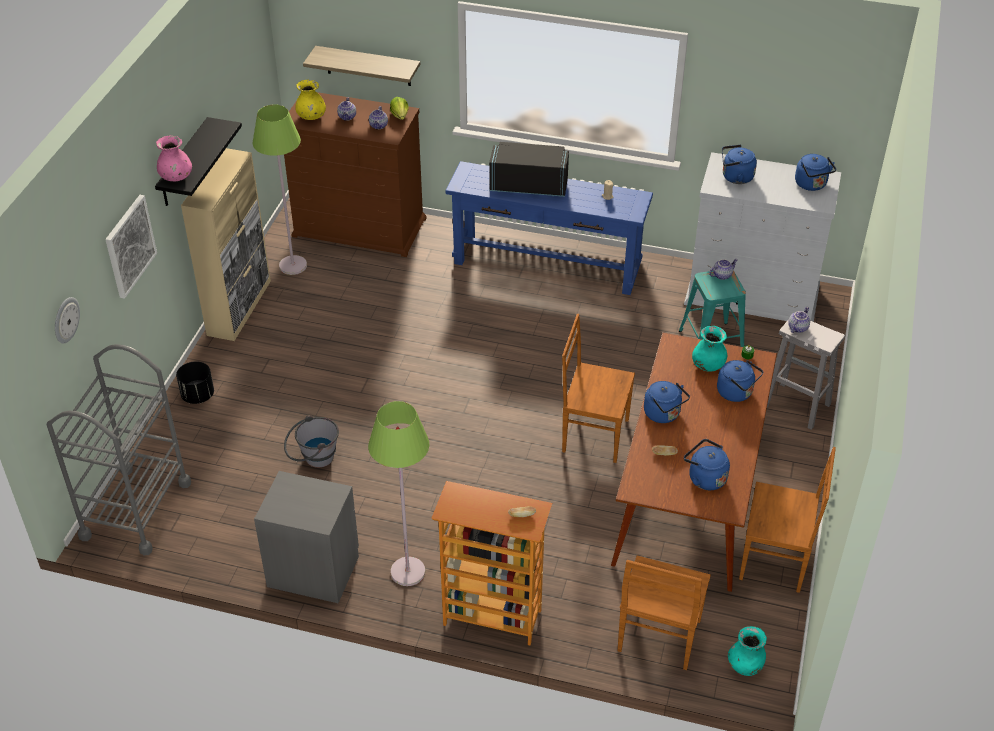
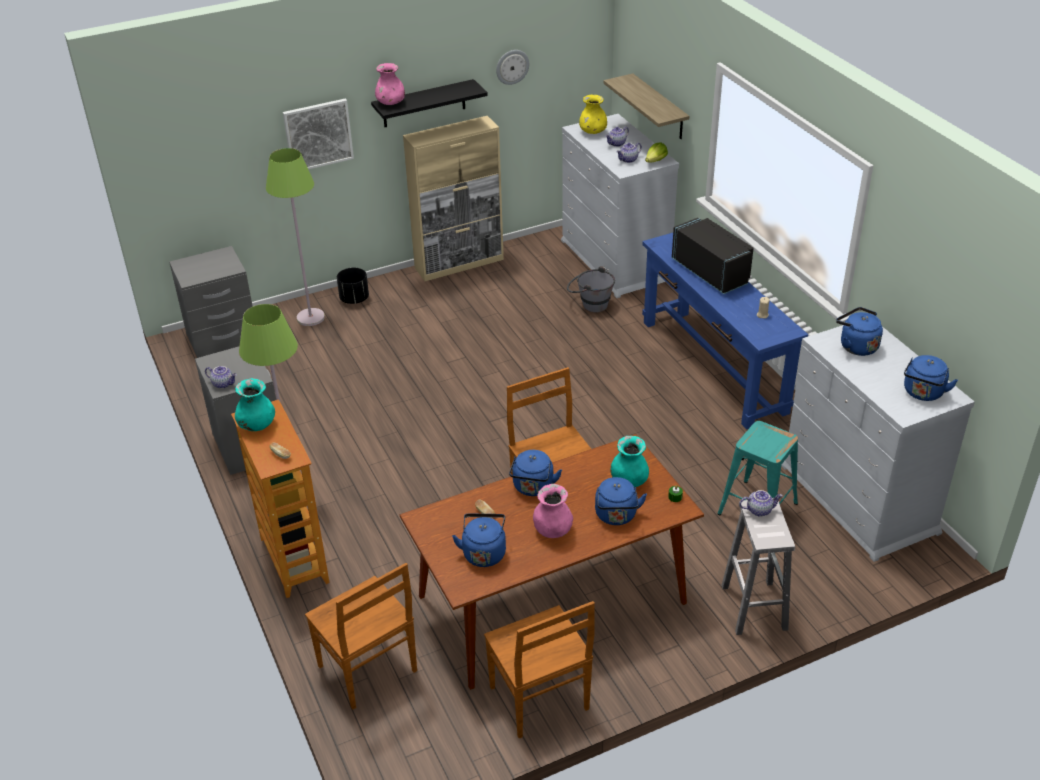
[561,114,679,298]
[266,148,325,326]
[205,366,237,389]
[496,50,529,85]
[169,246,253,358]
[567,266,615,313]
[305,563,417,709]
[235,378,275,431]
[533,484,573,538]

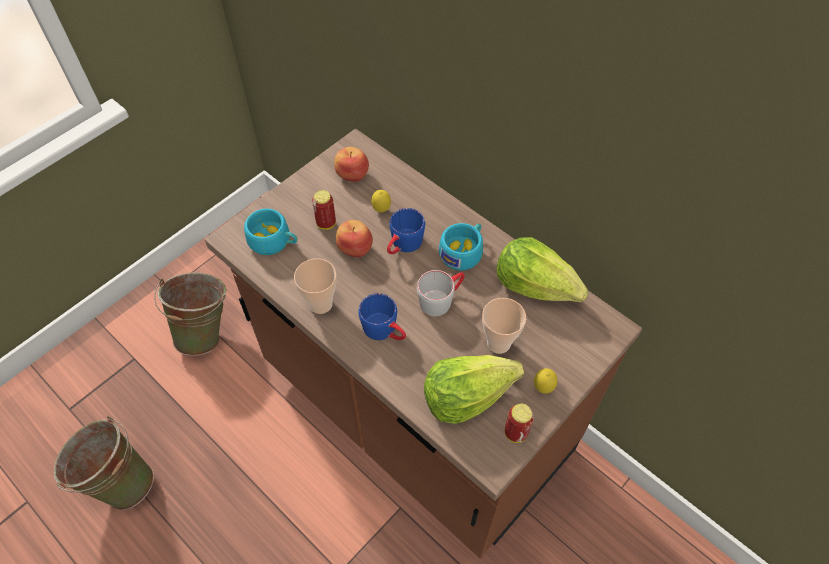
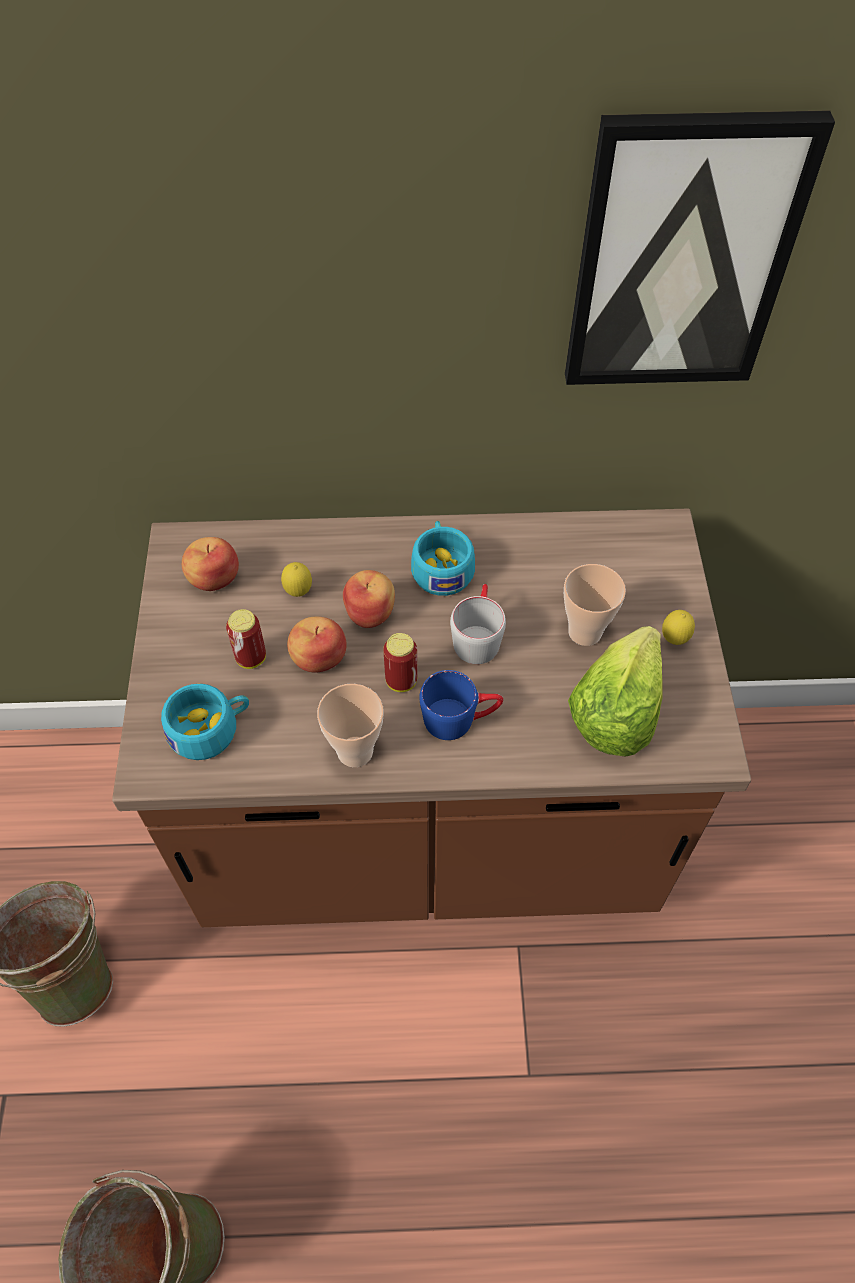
[343,570,395,628]
[496,237,588,302] (first image)
[383,633,417,692]
[565,110,835,385]

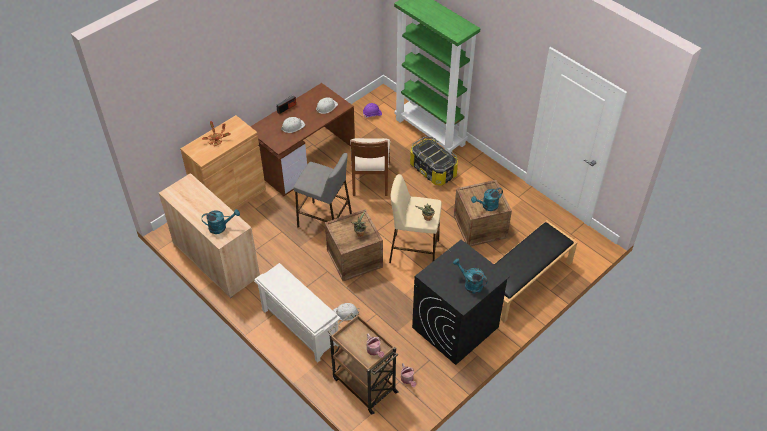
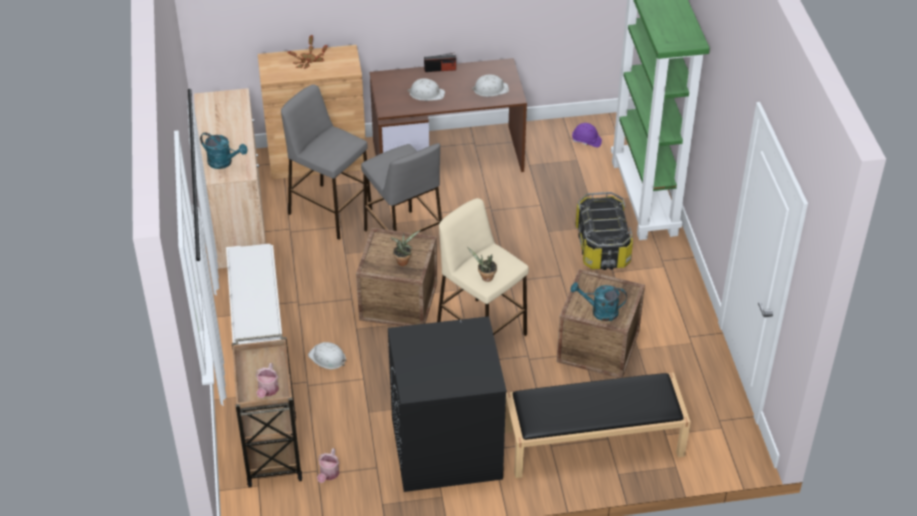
[350,138,390,196] (first image)
[453,259,488,294] (first image)
[281,85,372,240]

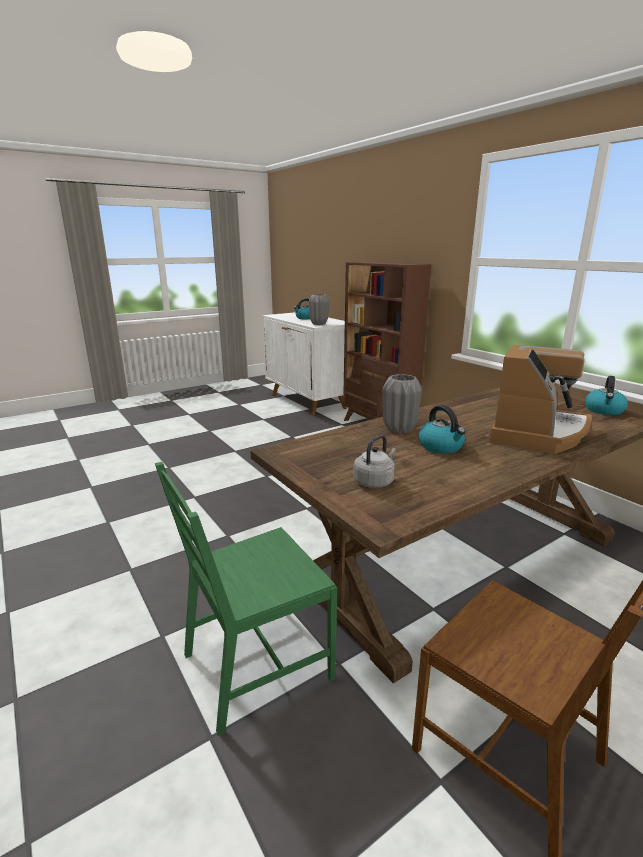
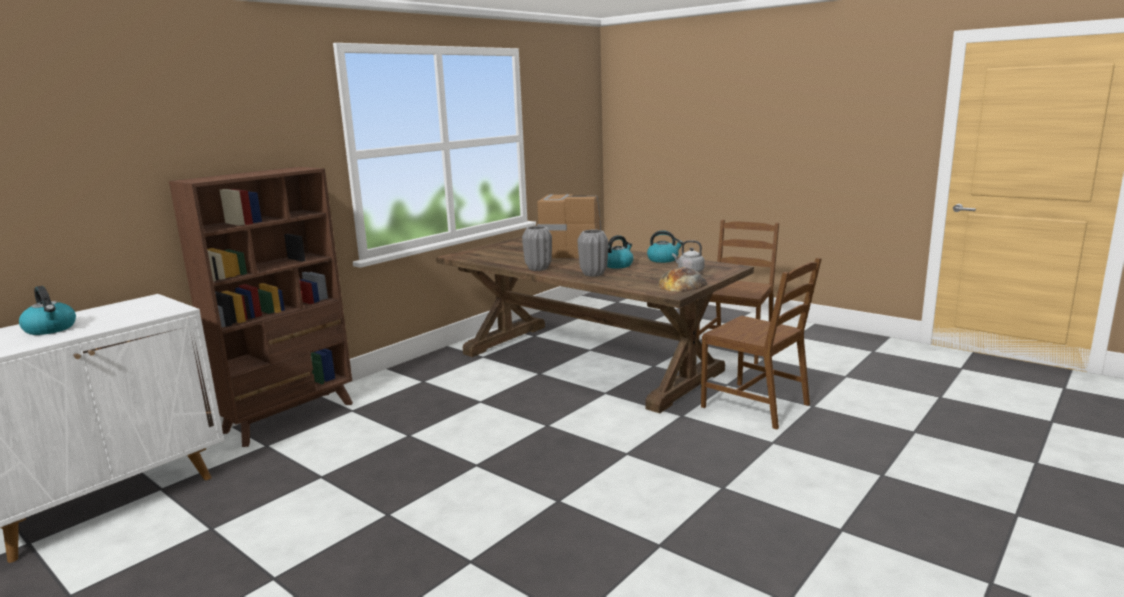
[522,226,552,271]
[647,230,683,263]
[701,258,822,430]
[658,267,707,292]

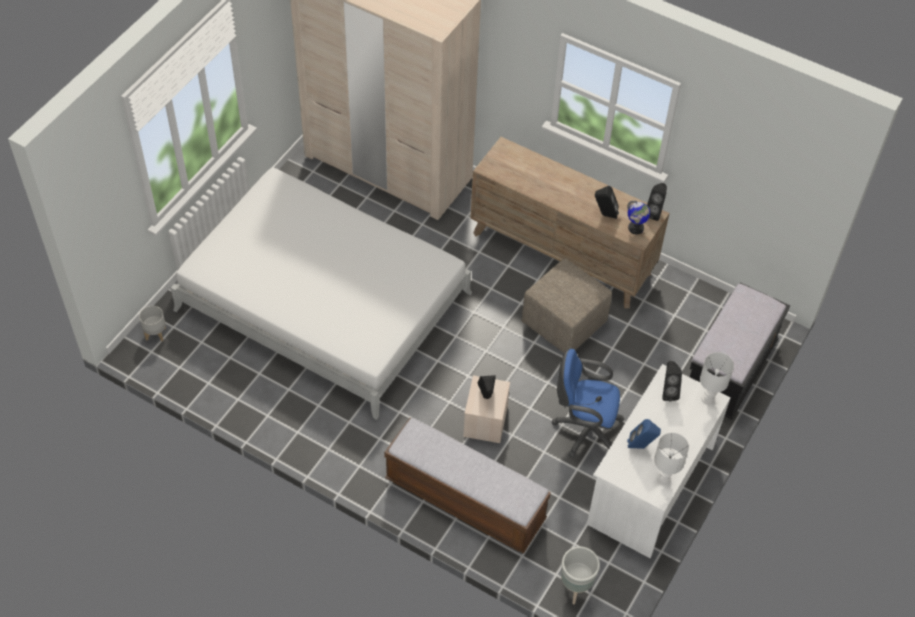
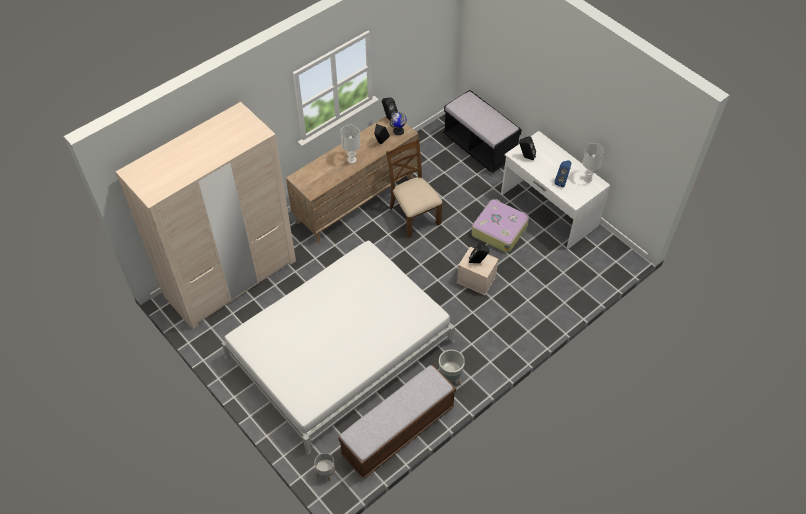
[386,139,443,238]
[471,199,529,253]
[340,125,360,164]
[338,365,456,479]
[439,350,465,385]

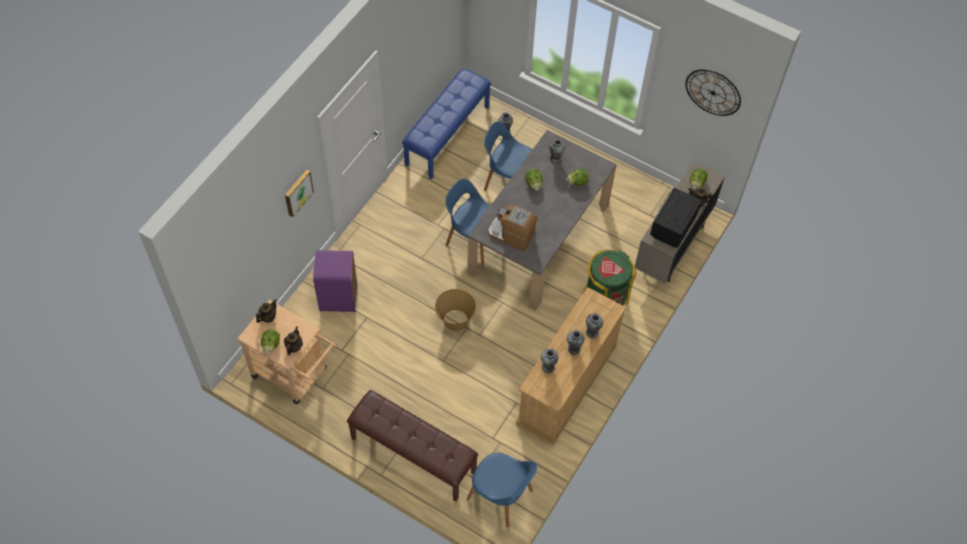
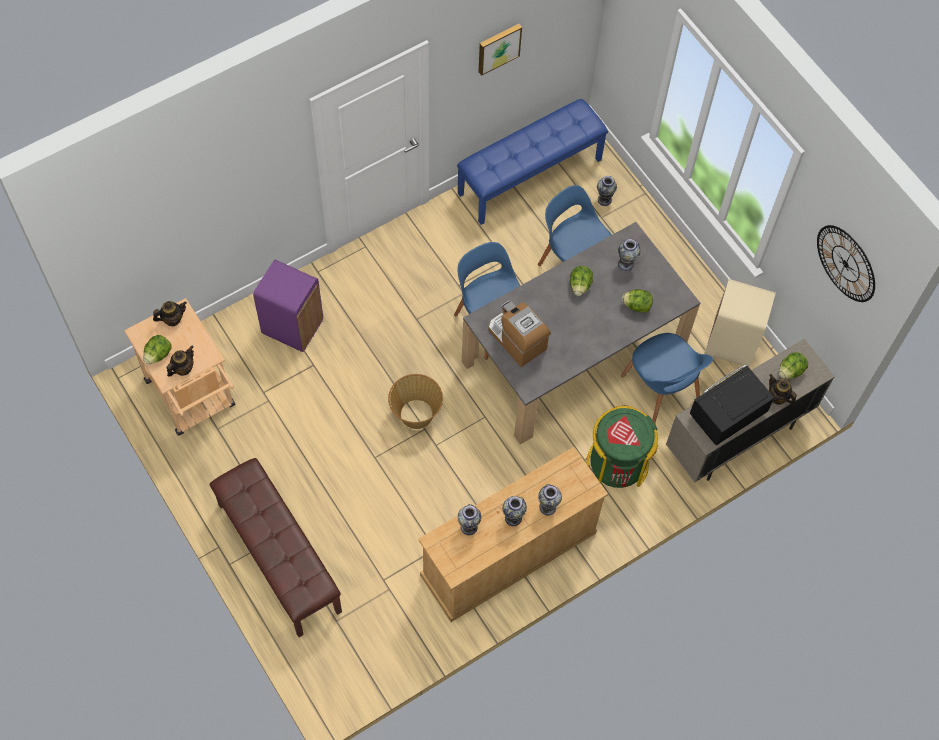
[478,24,522,76]
[621,333,713,422]
[704,279,776,367]

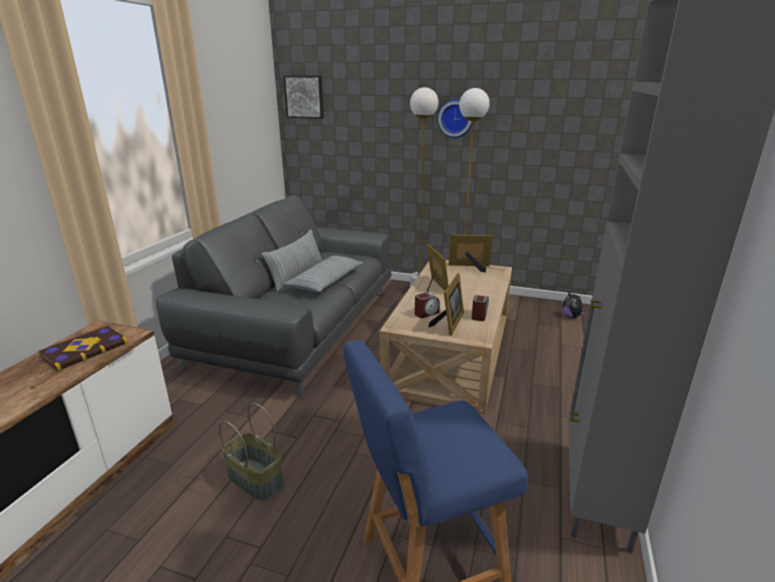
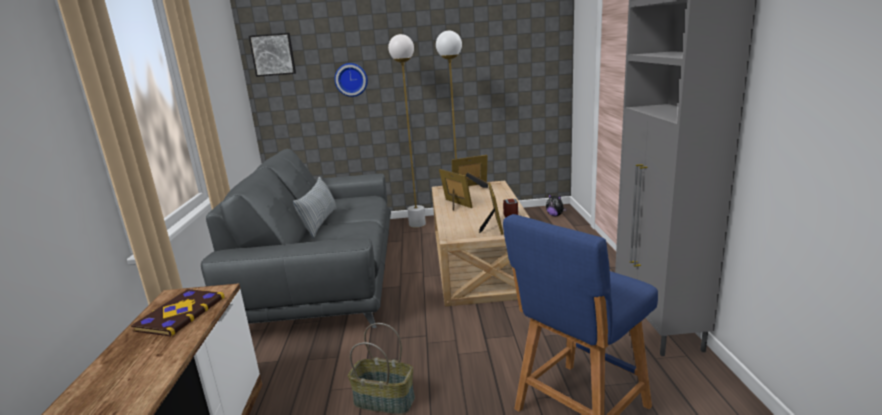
[335,63,368,97]
[284,255,363,292] (first image)
[415,292,440,318] (first image)

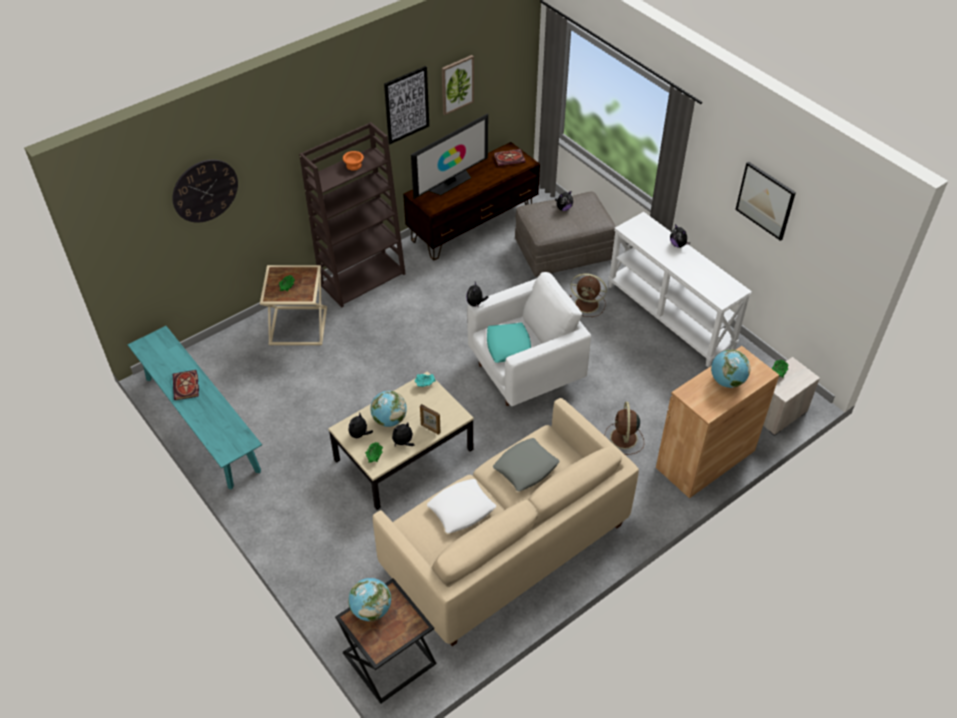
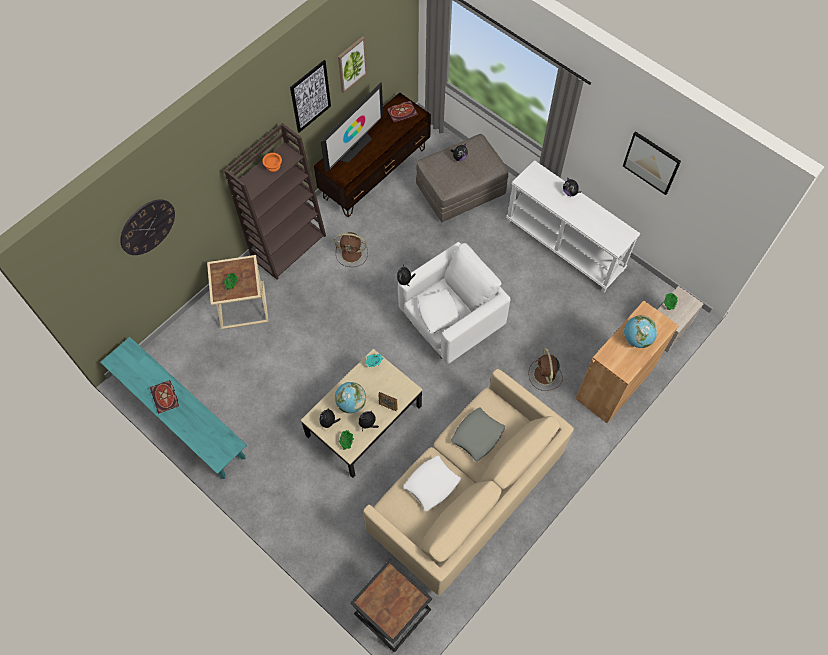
[334,232,368,267]
[418,289,460,333]
[348,578,391,622] (first image)

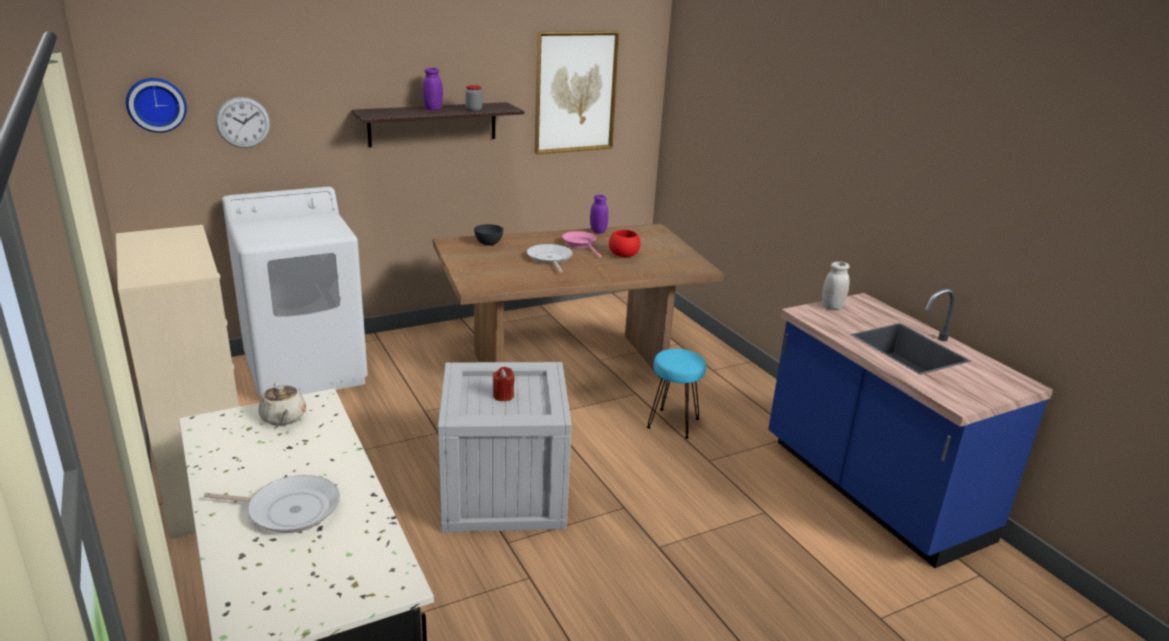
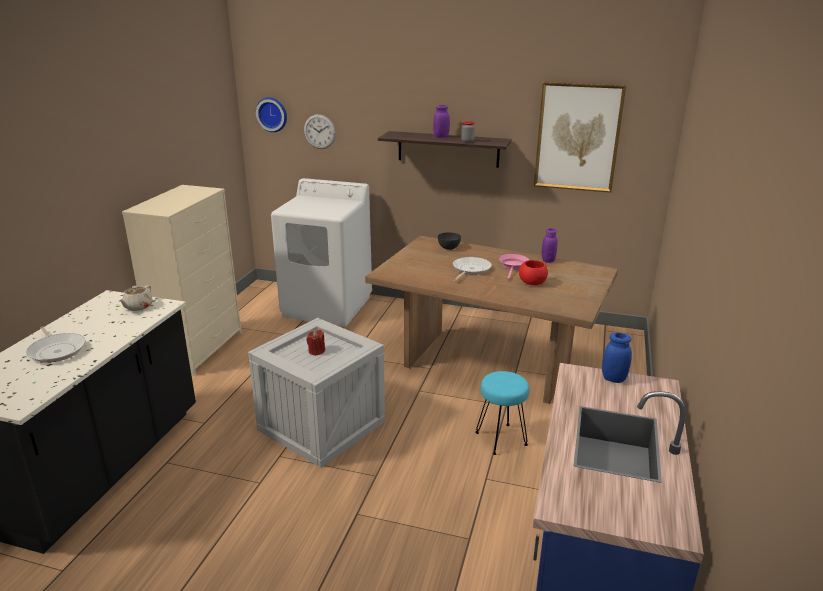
[602,333,632,383]

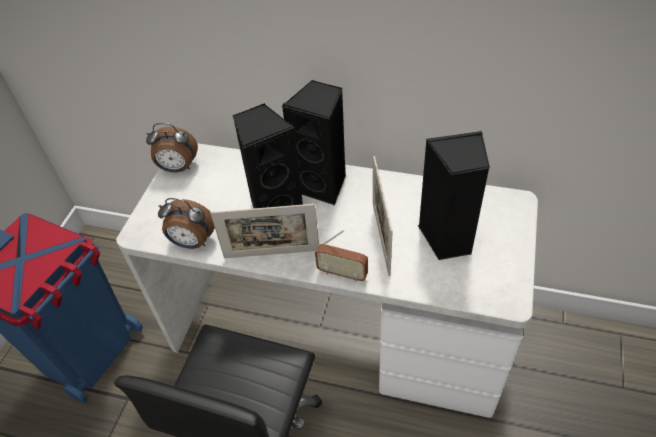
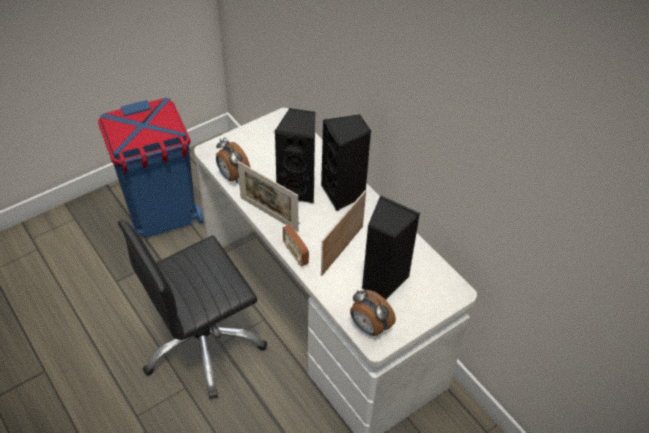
[350,290,396,336]

